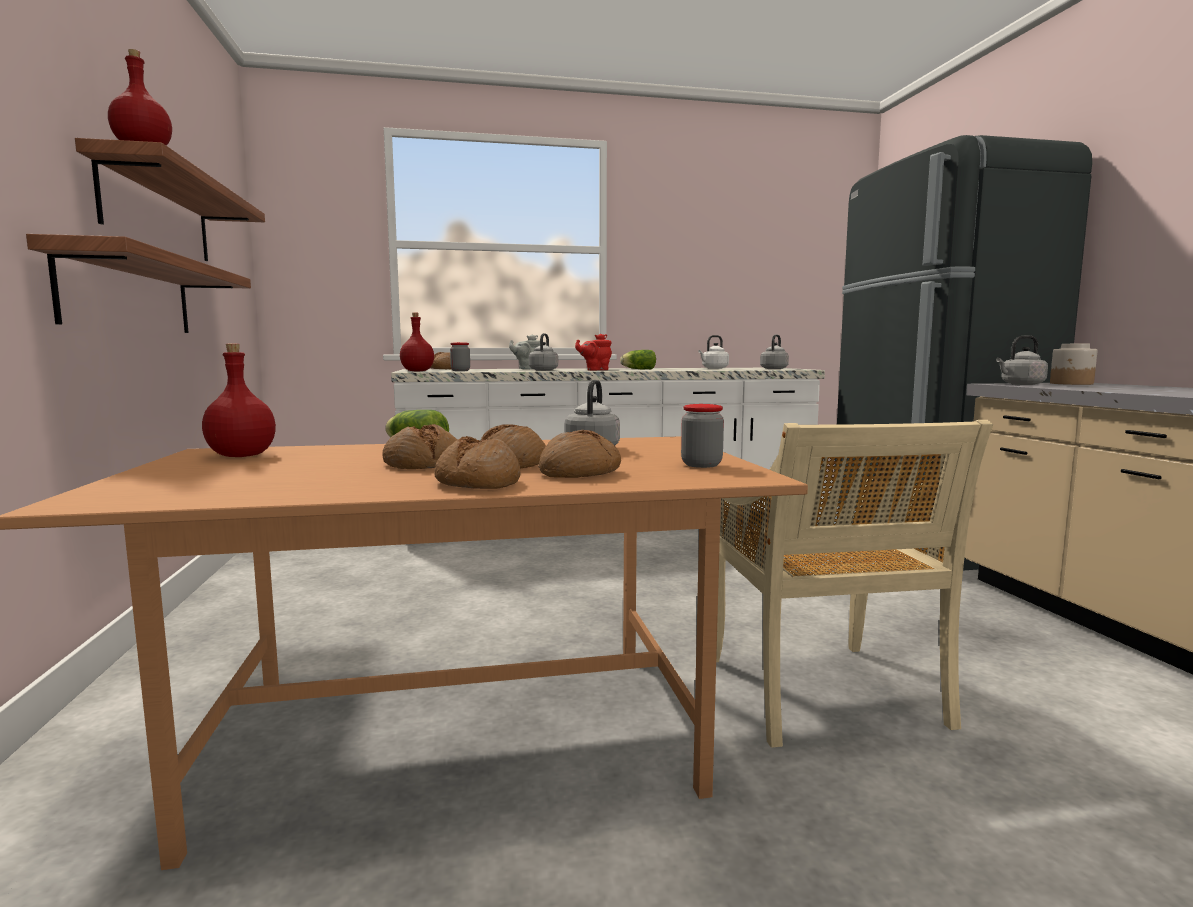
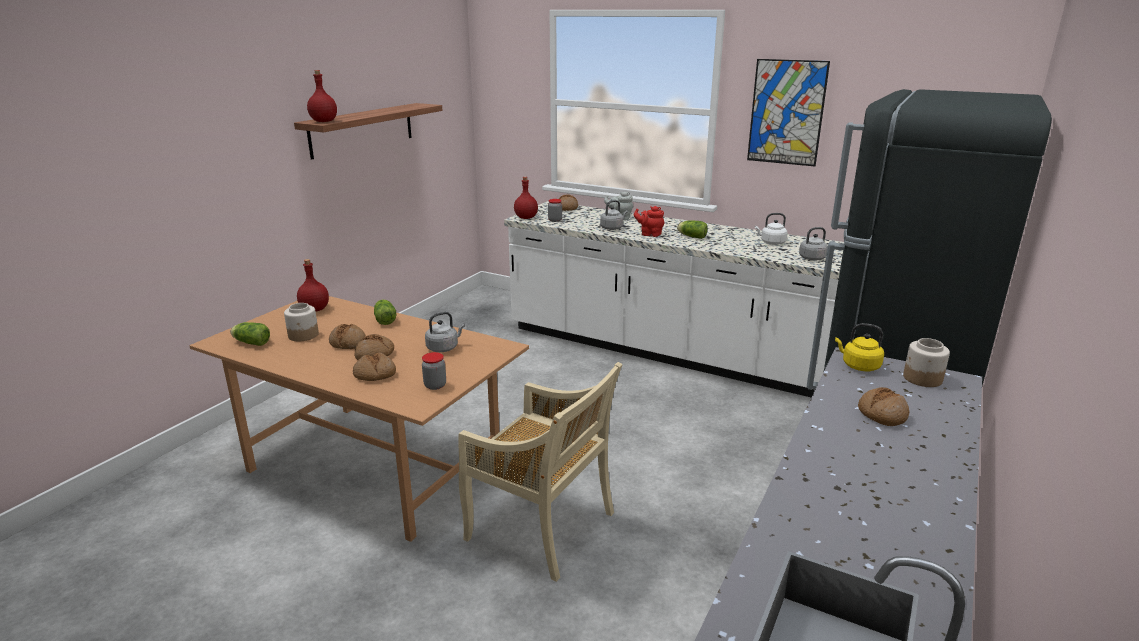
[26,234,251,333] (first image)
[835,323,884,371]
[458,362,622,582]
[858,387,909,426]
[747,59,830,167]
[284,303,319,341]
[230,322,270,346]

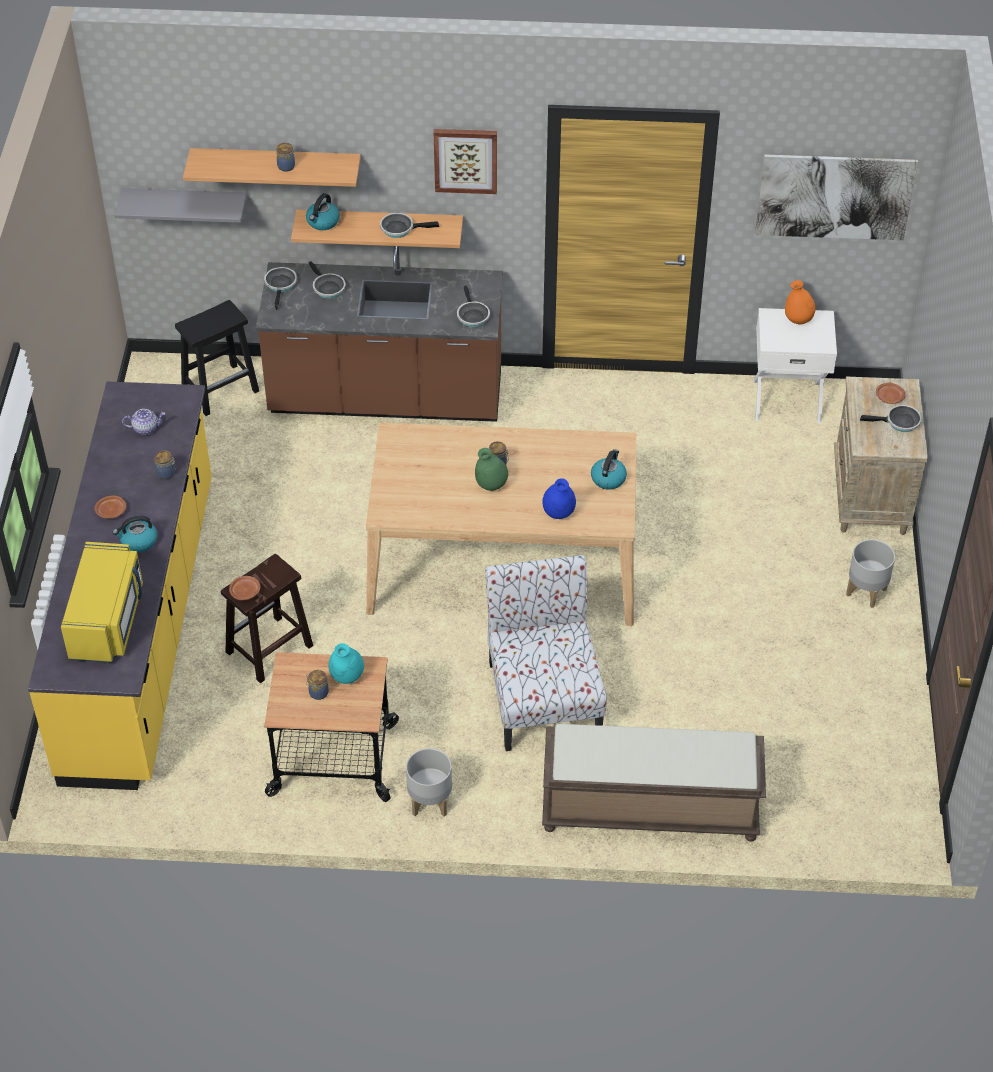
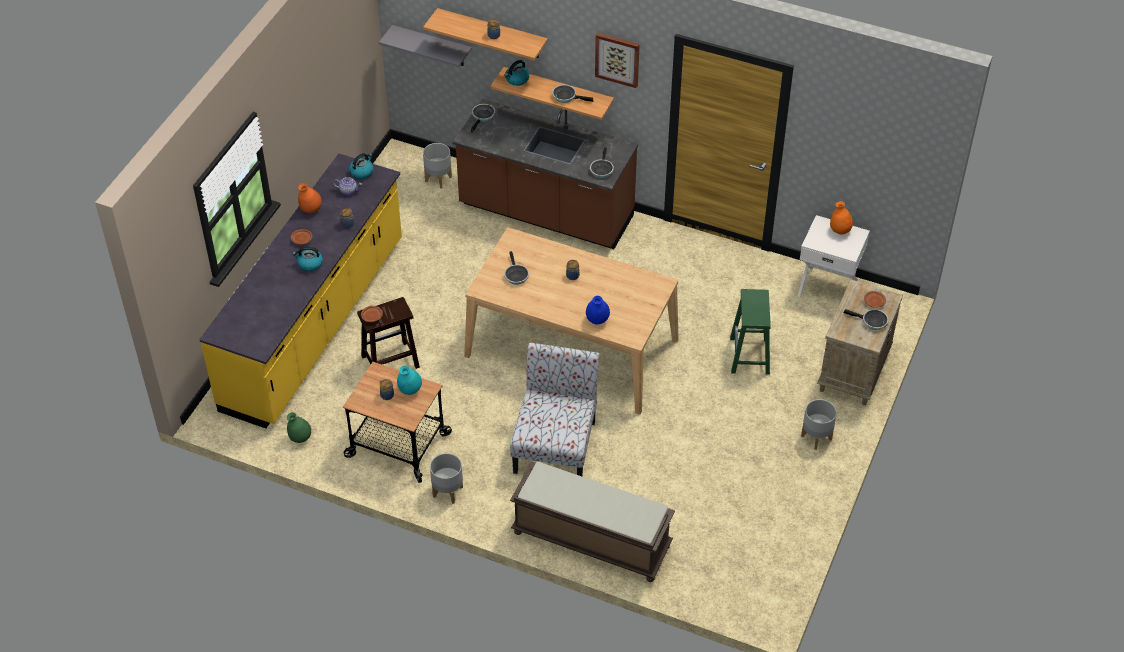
[755,155,918,240] (first image)
[504,251,529,285]
[423,143,452,189]
[287,412,311,443]
[349,153,374,179]
[61,542,143,663] (first image)
[298,183,322,213]
[730,289,771,375]

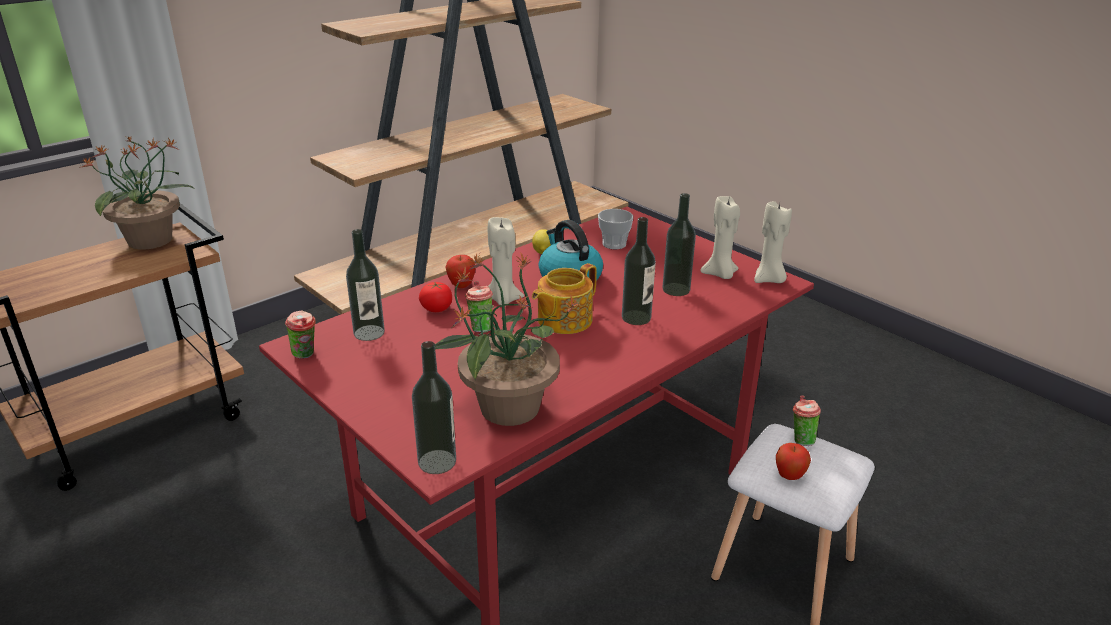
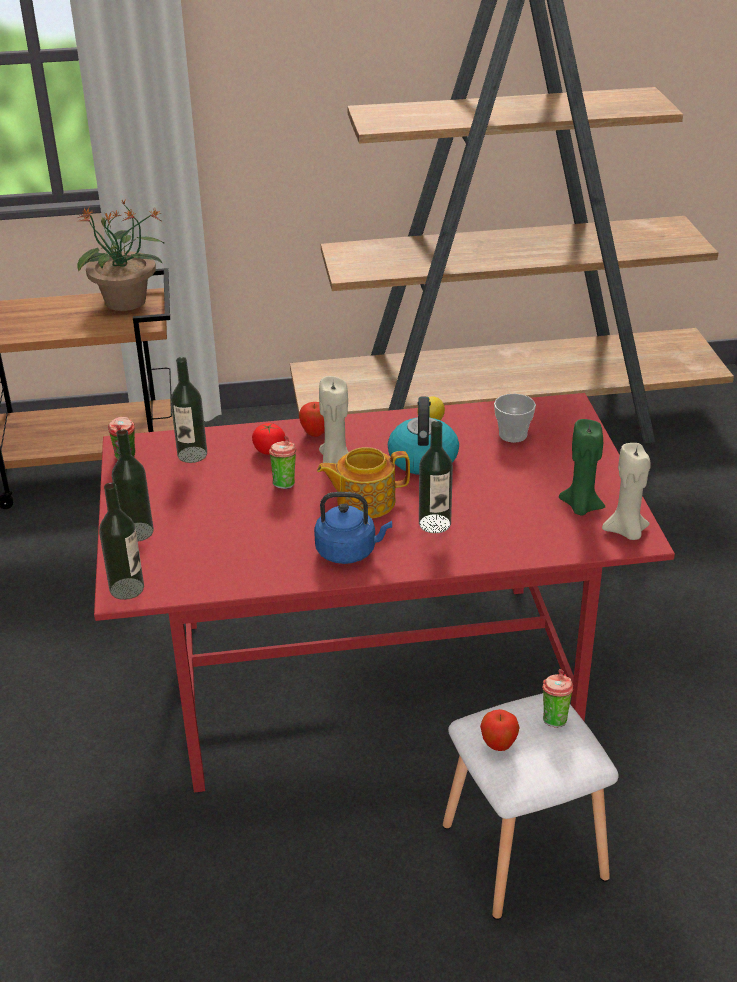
[112,429,154,542]
[559,419,605,516]
[435,252,581,426] (first image)
[314,492,392,564]

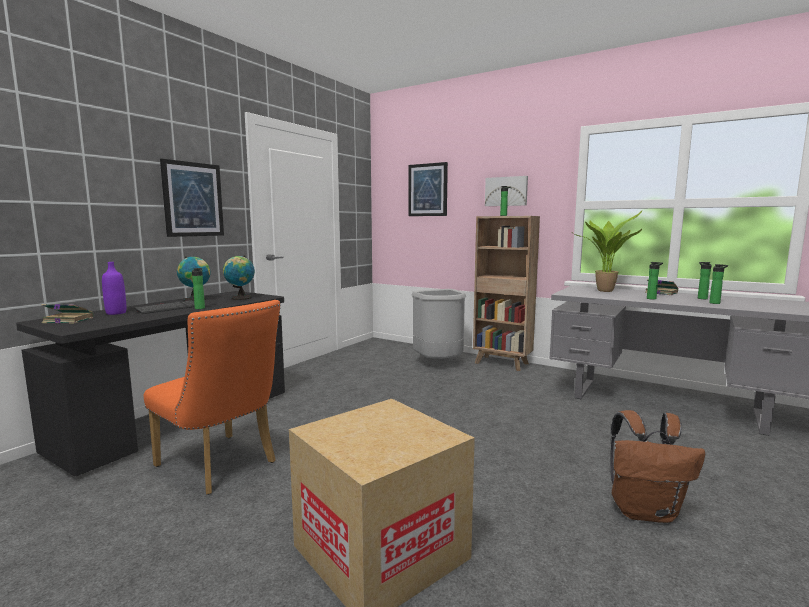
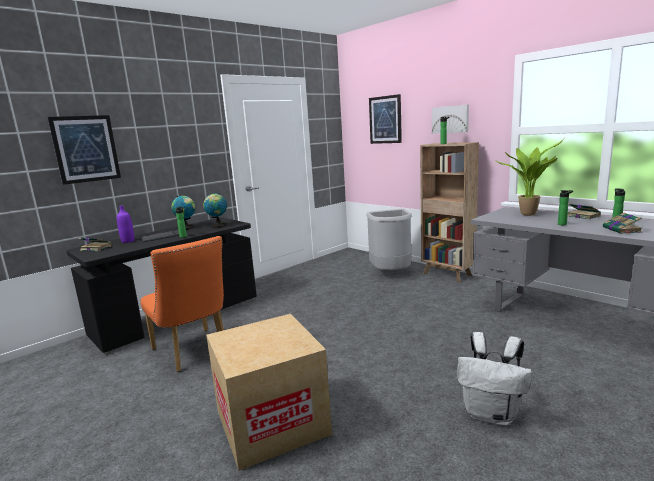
[47,115,121,185]
[603,212,643,234]
[457,332,532,426]

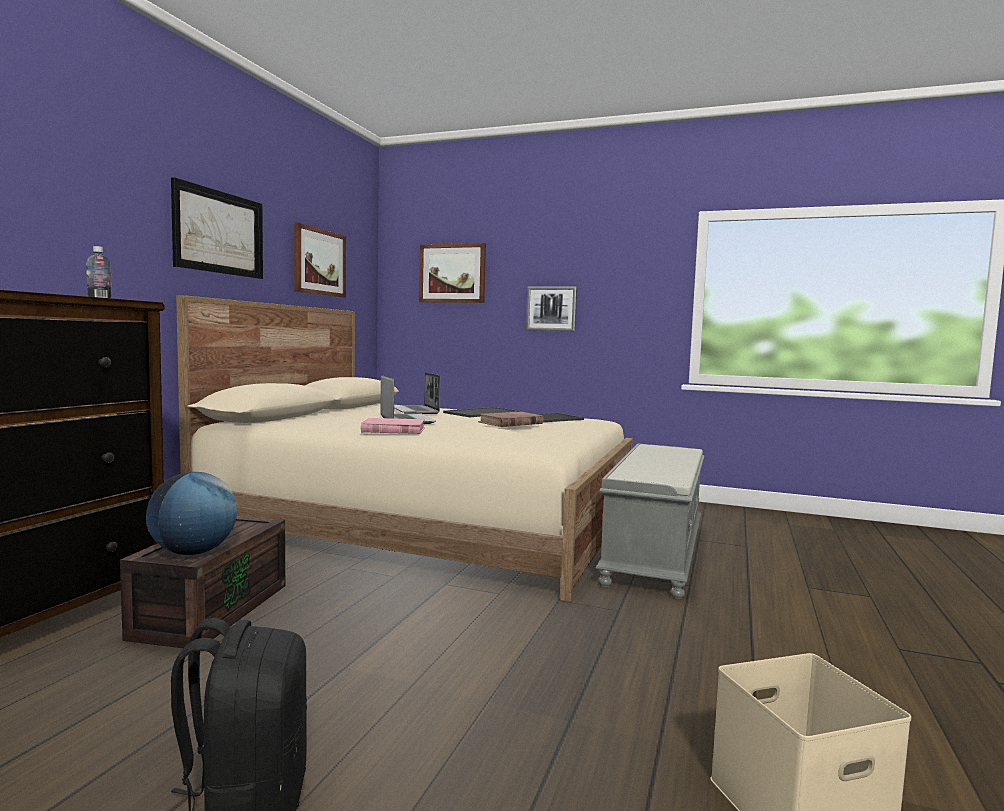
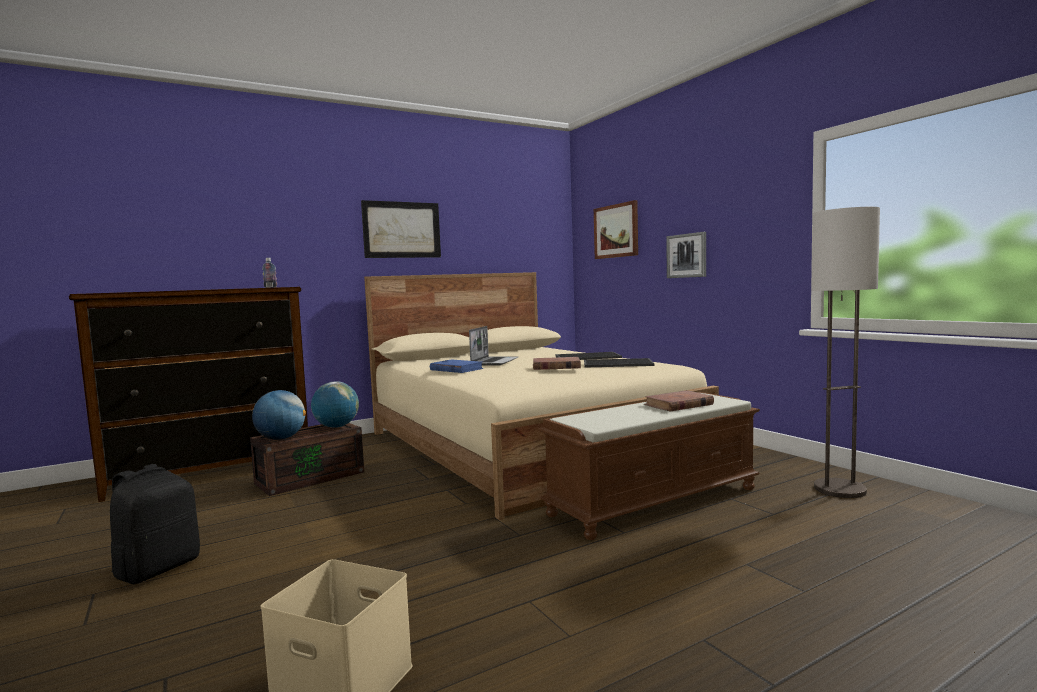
[294,223,346,298] (first image)
[394,372,440,414] (first image)
[430,360,483,373]
[538,392,760,540]
[811,207,880,498]
[311,381,359,428]
[644,390,714,412]

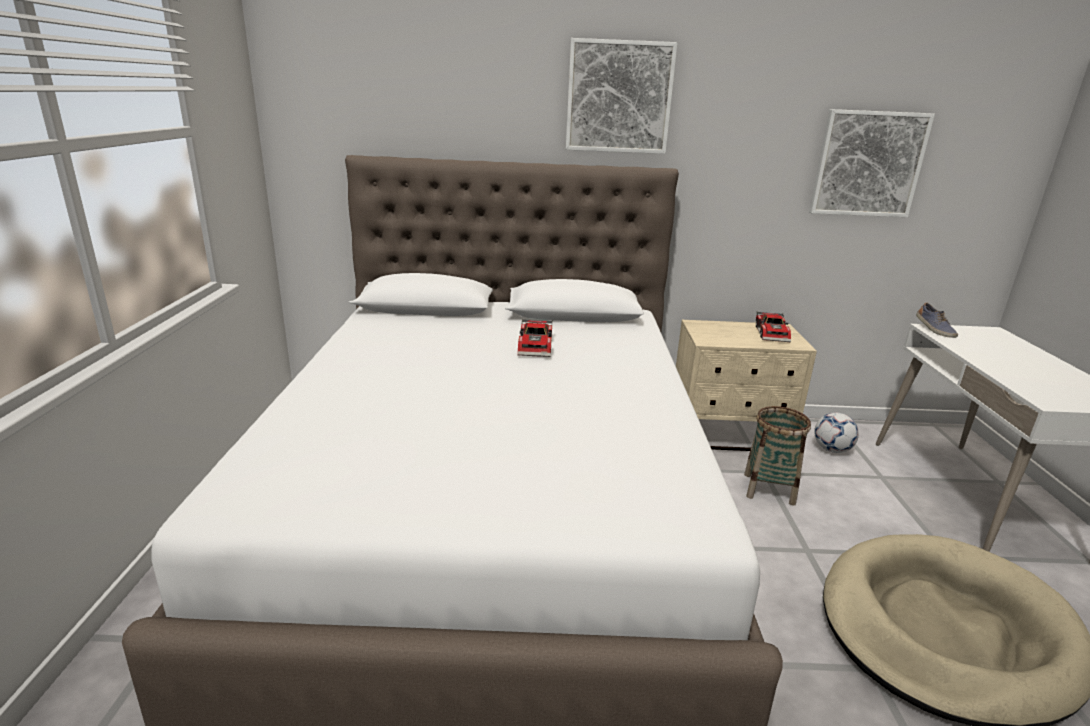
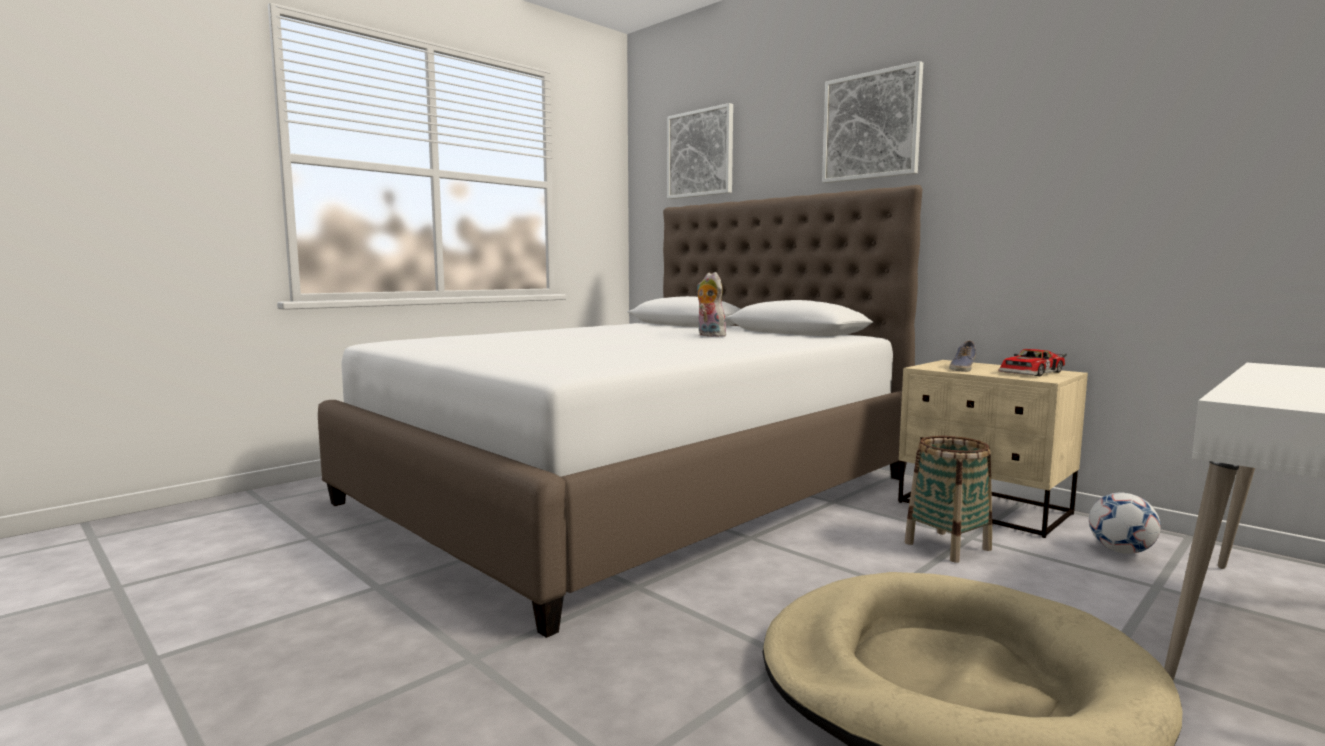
[667,103,733,199]
[949,341,976,372]
[697,272,729,337]

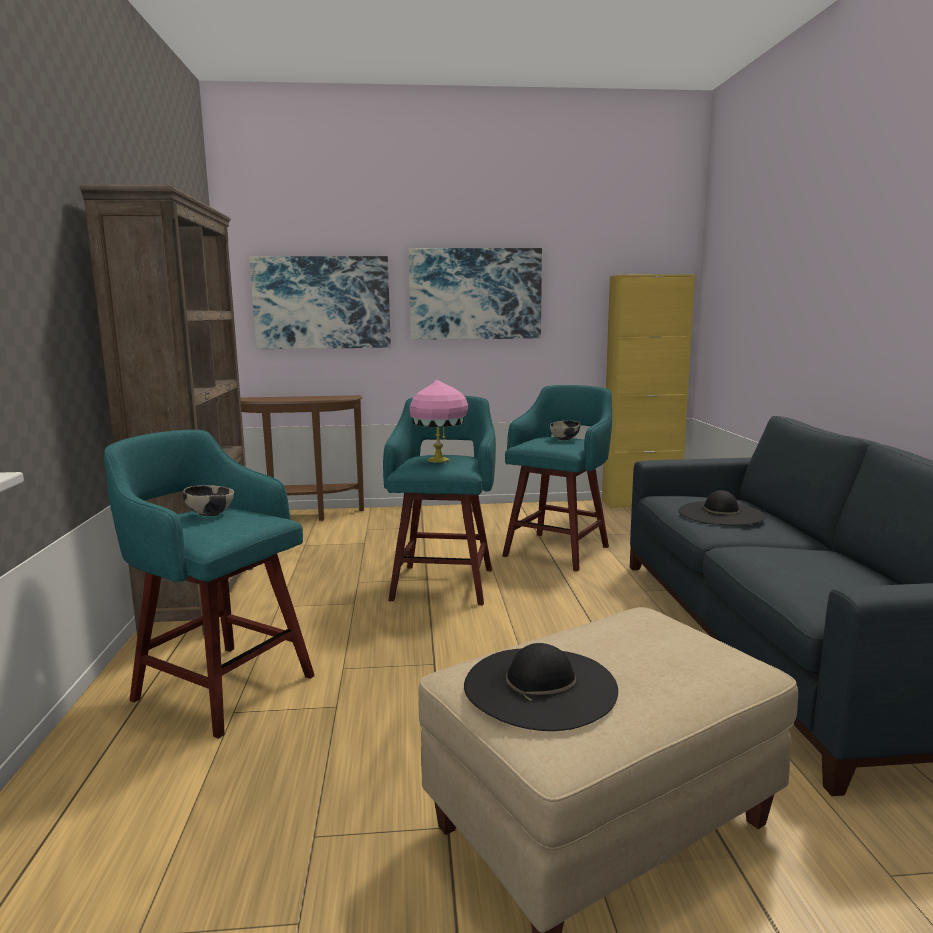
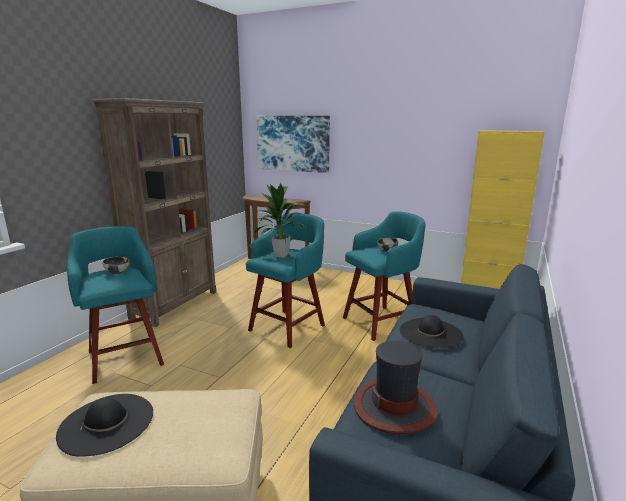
[409,248,542,340] (first image)
[253,183,307,258]
[354,341,438,434]

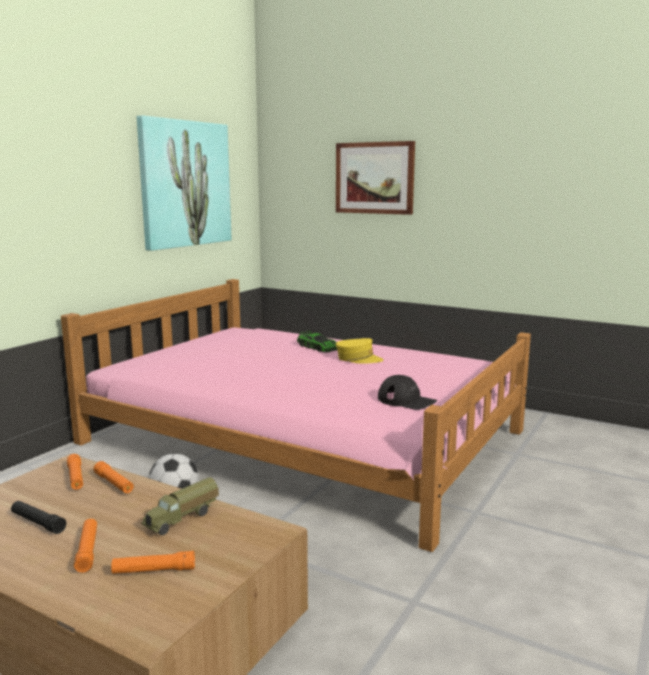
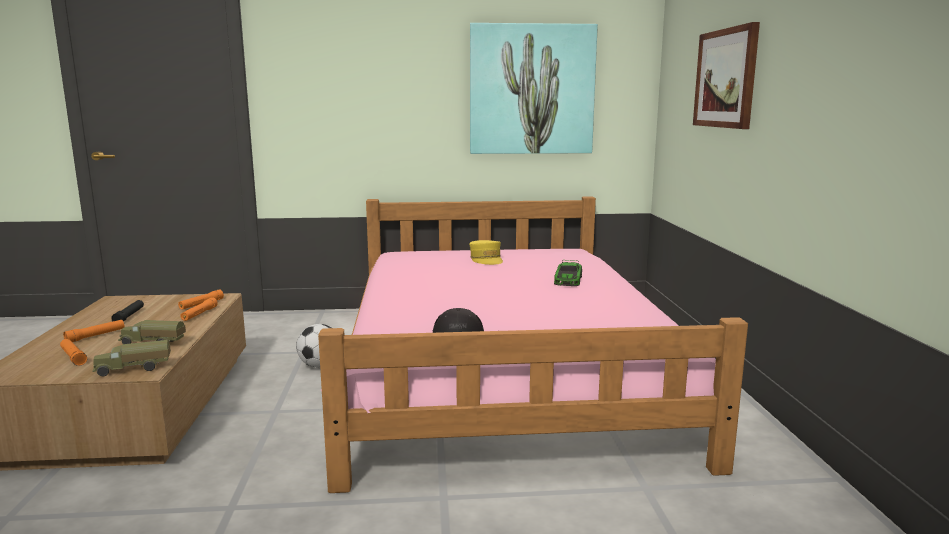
[469,240,503,265]
[92,340,171,376]

